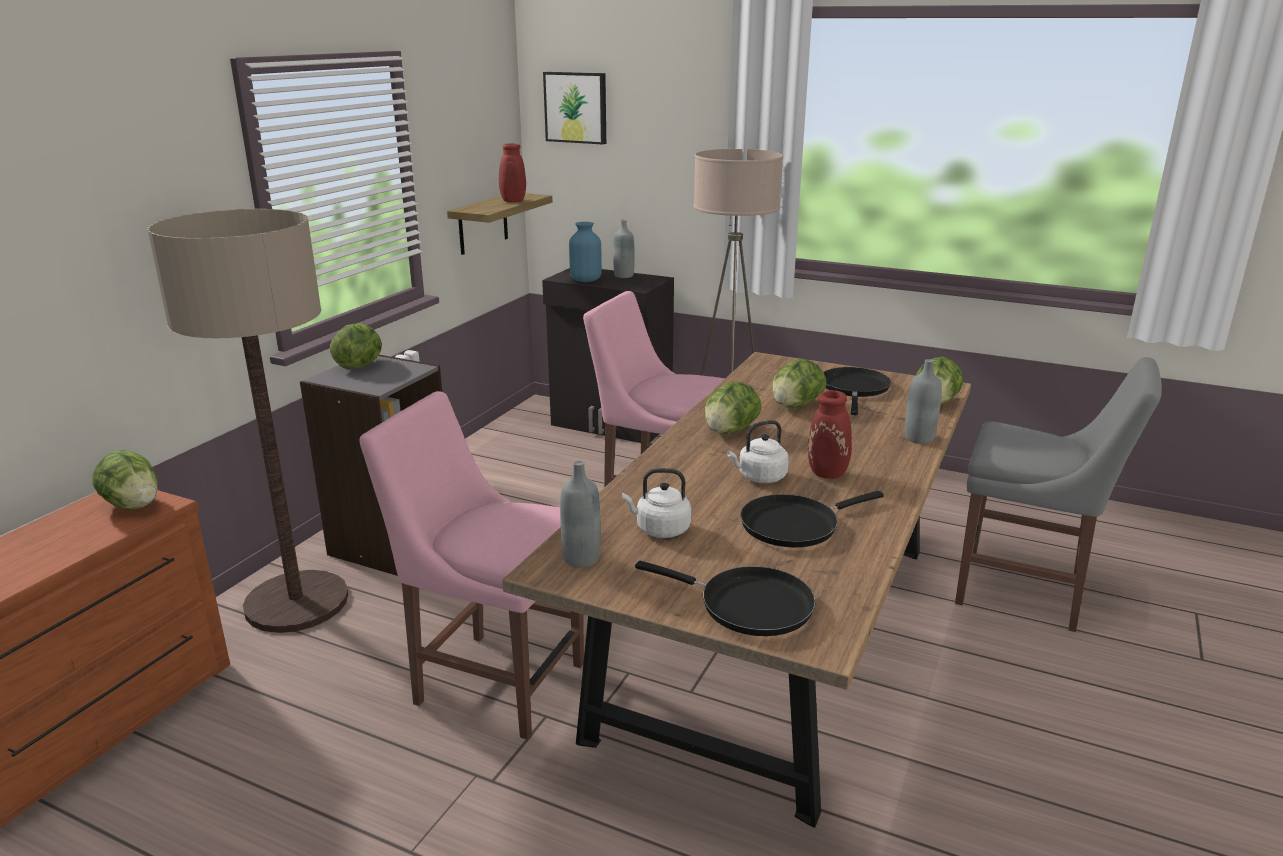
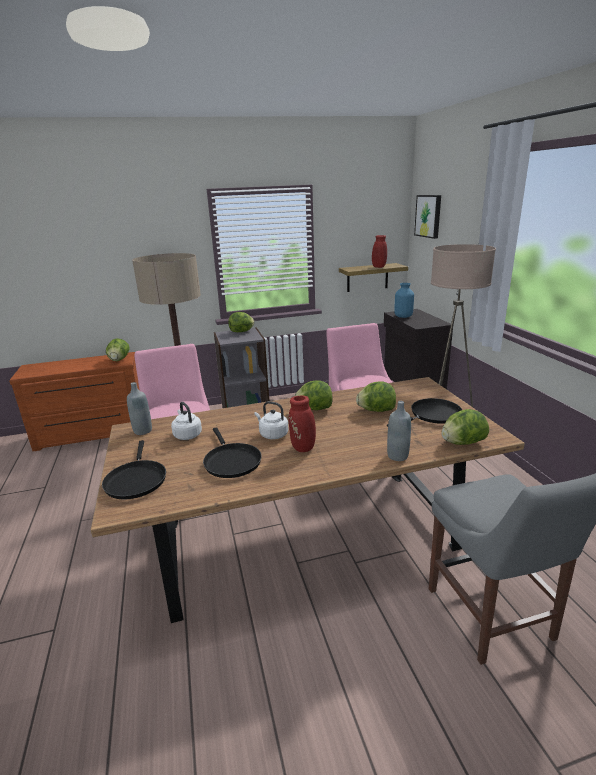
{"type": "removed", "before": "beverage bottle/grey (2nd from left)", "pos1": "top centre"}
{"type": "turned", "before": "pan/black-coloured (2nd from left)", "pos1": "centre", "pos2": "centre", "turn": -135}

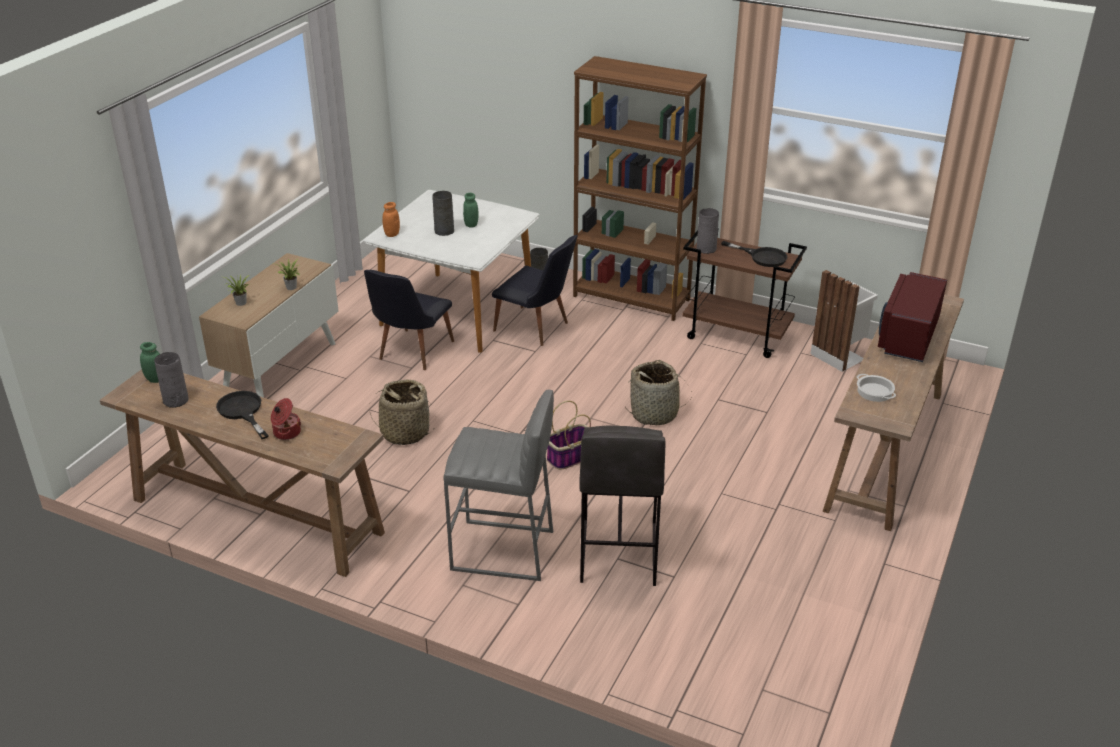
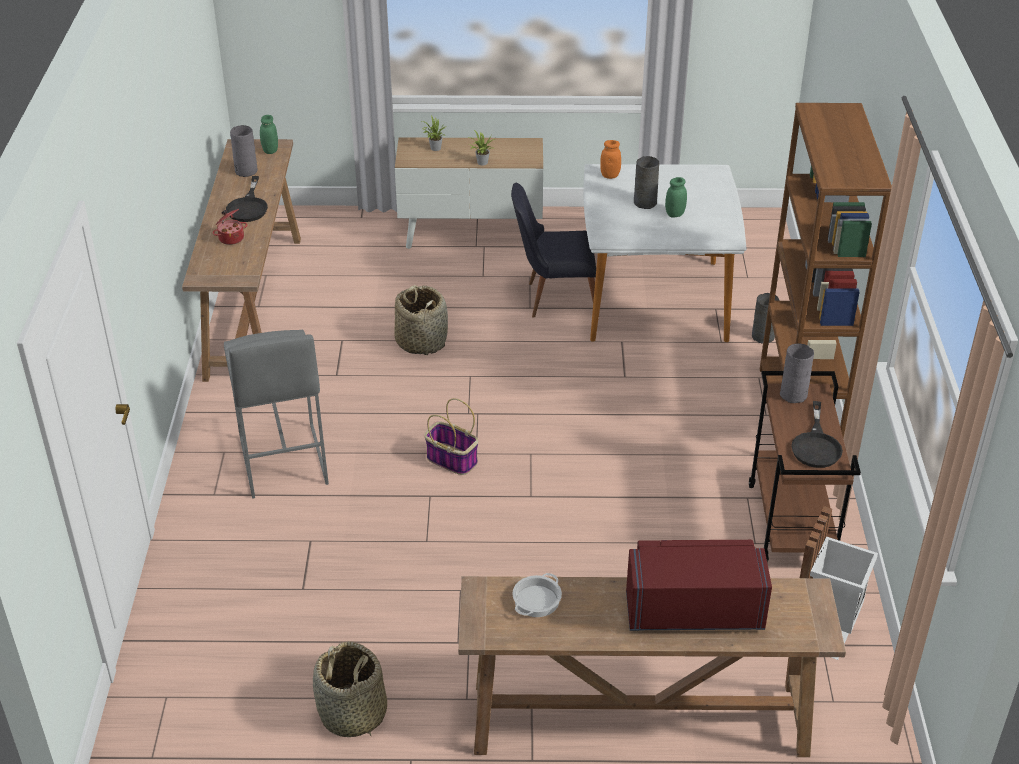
{"type": "turned", "before": "pan/black-coloured (1st from left)", "pos1": "middle left", "pos2": "top left", "turn": 150}
{"type": "removed", "before": "plain chair/black-coloured (2nd from left)", "pos1": "centre"}
{"type": "removed", "before": "sitting stool/grey (2nd from left)", "pos1": "bottom centre"}
{"type": "moved", "before": "storage basket (3rd from left in the first image)", "after": "storage basket (1st from left)", "pos1": "centre", "pos2": "bottom centre"}

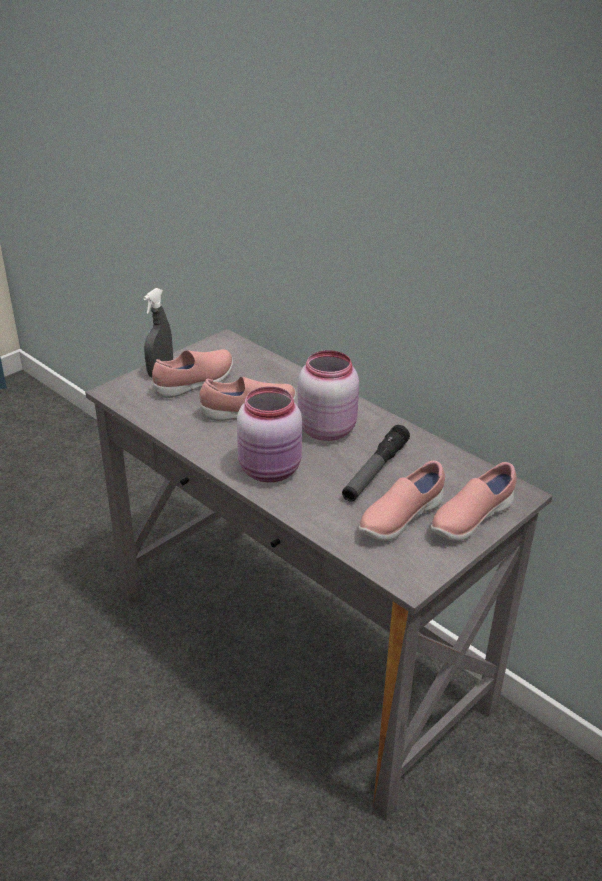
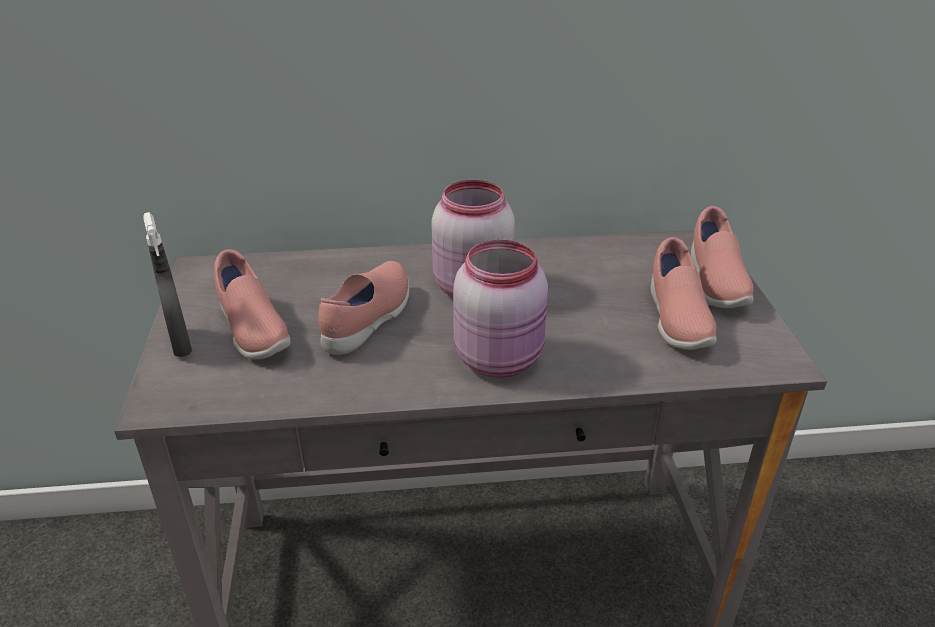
{"type": "turned", "before": "item of footwear/pink-coloured (1st from left)", "pos1": "middle left", "pos2": "middle left", "turn": 150}
{"type": "removed", "before": "torch", "pos1": "centre"}

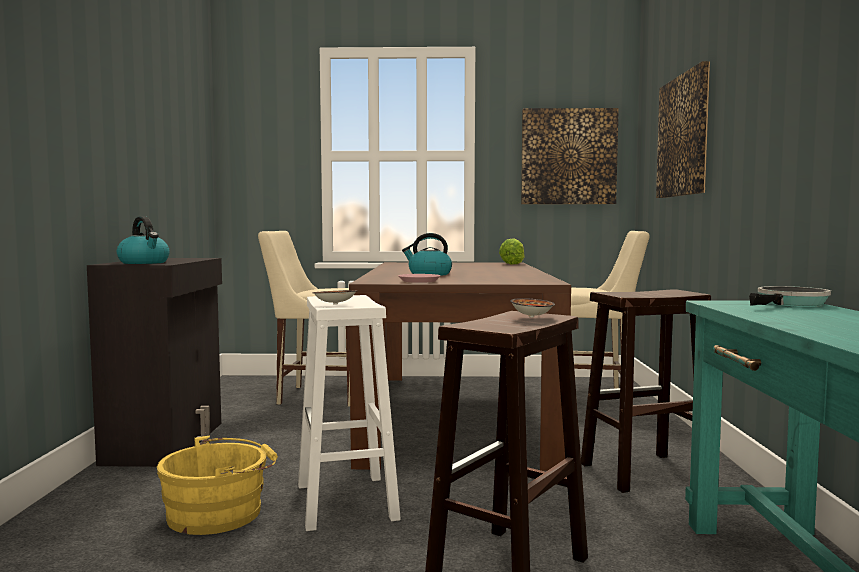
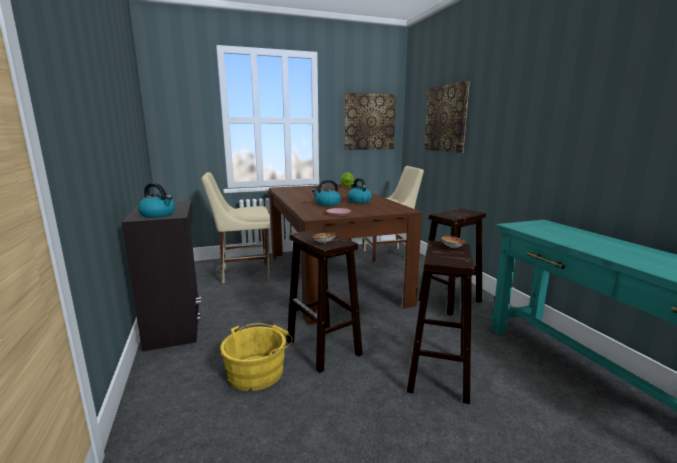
{"type": "recoloured", "before": "sitting stool/whitish", "after": "sitting stool/brownish (1st from left)", "pos1": "bottom centre", "pos2": "centre"}
{"type": "removed", "before": "pan", "pos1": "middle right"}
{"type": "added", "after": "kettle (3rd from left)", "pos2": "centre"}

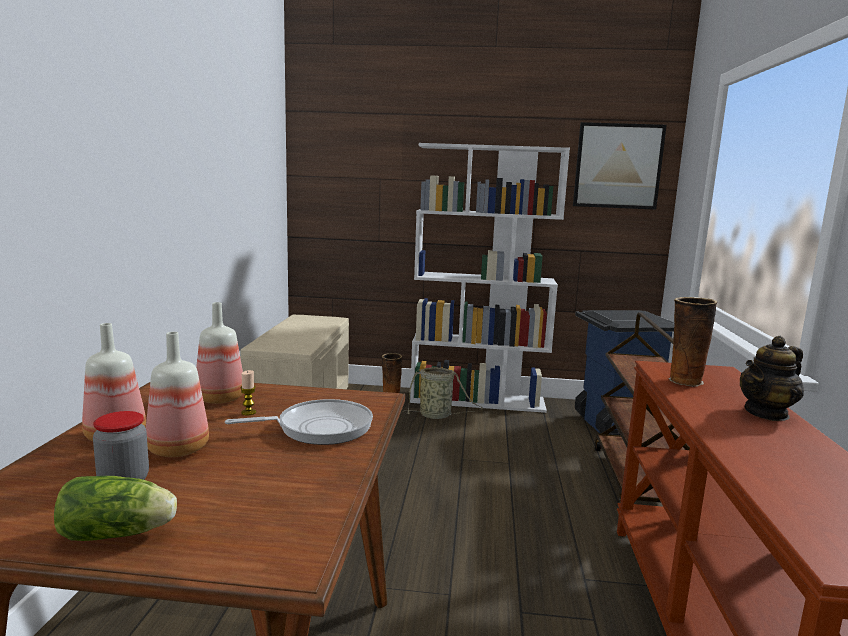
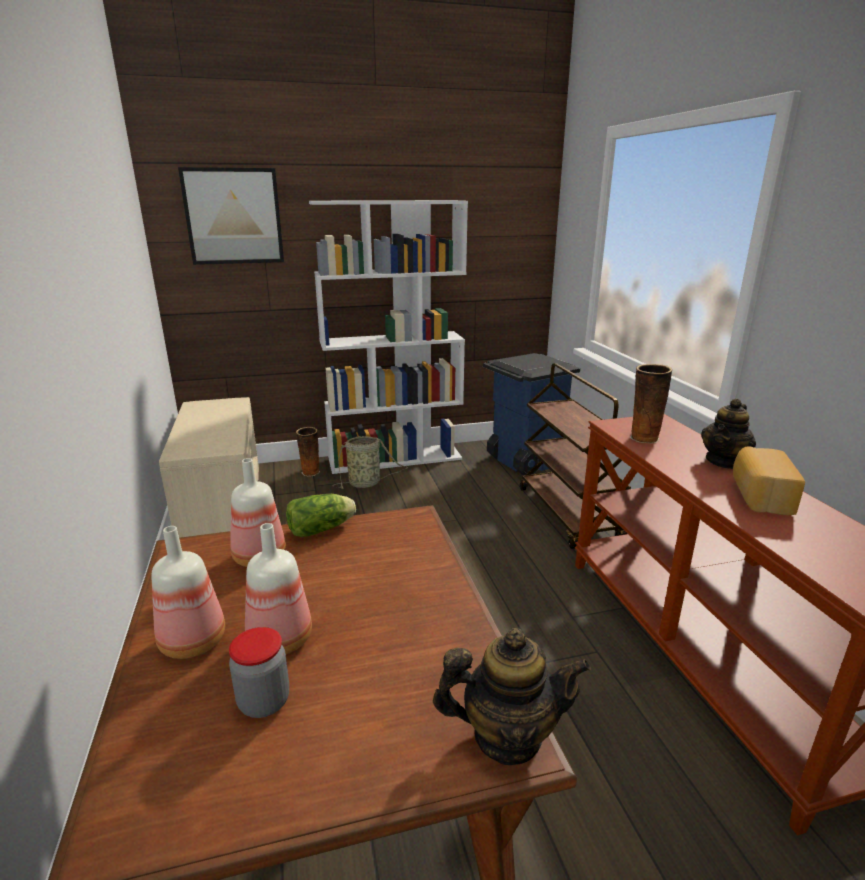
{"type": "moved", "before": "lettuce head", "pos1": "bottom left", "pos2": "centre"}
{"type": "removed", "before": "pan", "pos1": "centre"}
{"type": "removed", "before": "wax candle", "pos1": "middle left"}
{"type": "moved", "before": "wall picture", "pos1": "top right", "pos2": "top left"}
{"type": "added", "after": "tea pot (1st from left)", "pos2": "bottom centre"}
{"type": "added", "after": "baked bread", "pos2": "middle right"}

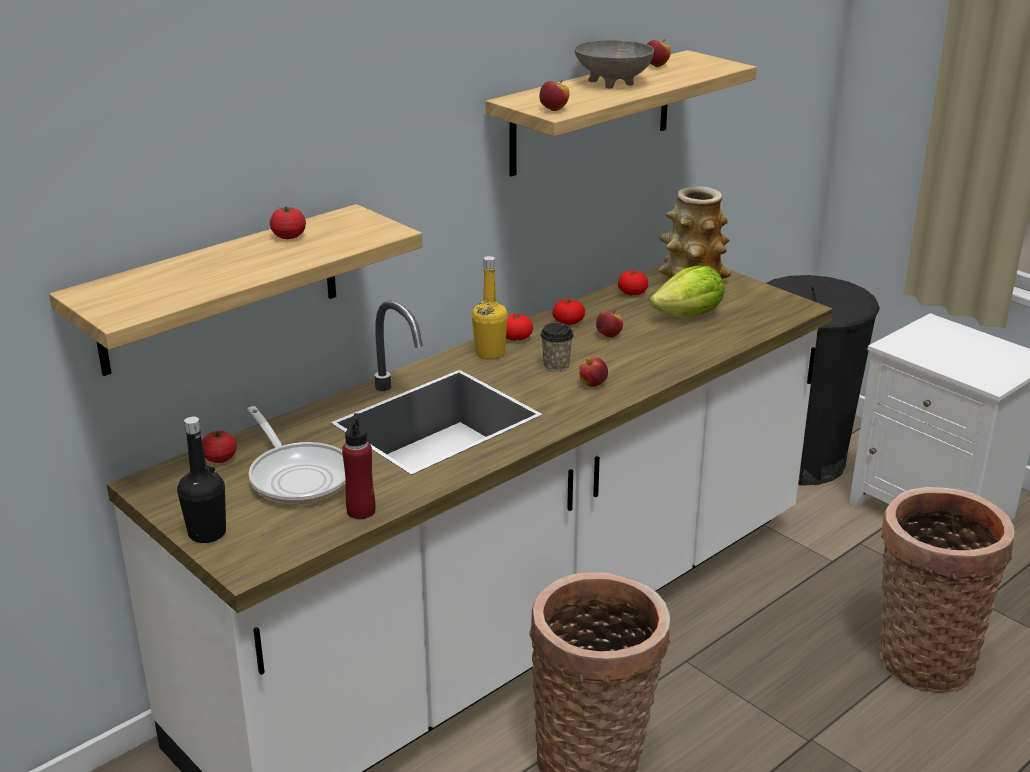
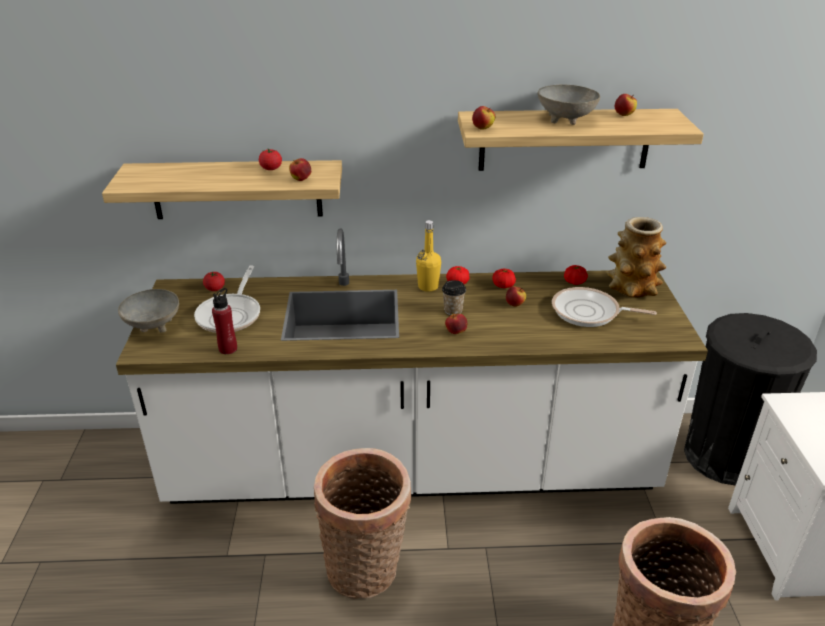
{"type": "replaced", "before": "beverage bottle/black-coloured", "after": "serving bowl/grey (1st from left)", "pos1": "middle left", "pos2": "middle left"}
{"type": "replaced", "before": "lettuce head", "after": "pan (2nd from left)", "pos1": "middle right", "pos2": "middle right"}
{"type": "added", "after": "whole apple (1st from left)", "pos2": "top centre"}

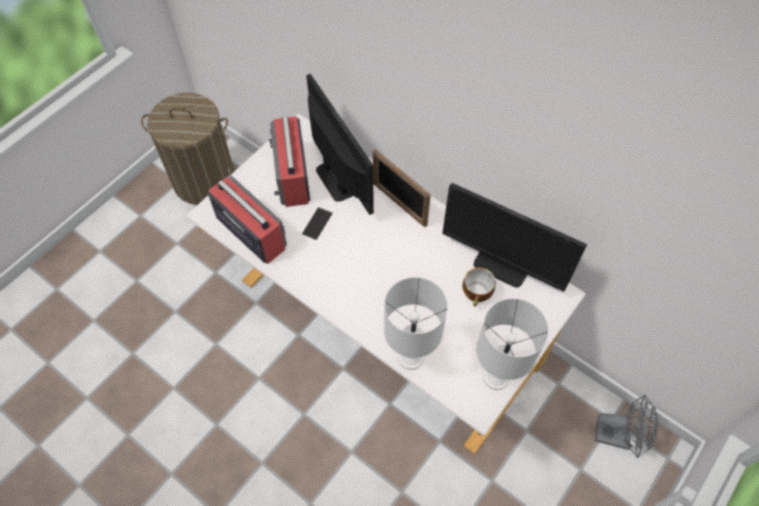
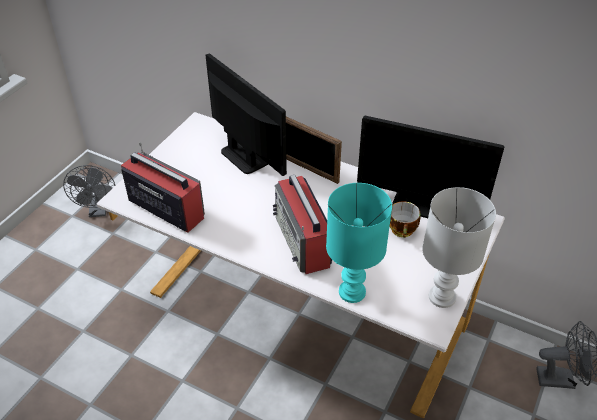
{"type": "replaced", "before": "washing basket", "after": "electric fan/grey (1st from left)", "pos1": "top left", "pos2": "middle left"}
{"type": "moved", "before": "radio (2nd from left)", "pos1": "top centre", "pos2": "centre"}
{"type": "removed", "before": "phone", "pos1": "centre"}
{"type": "recoloured", "before": "table lamp/whitish (1st from left)", "after": "table lamp/blue-green", "pos1": "centre", "pos2": "centre"}

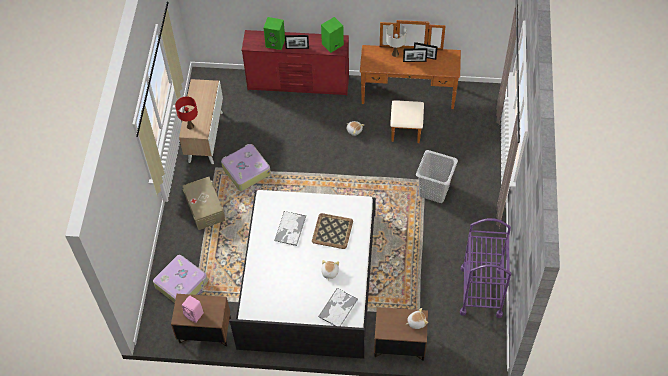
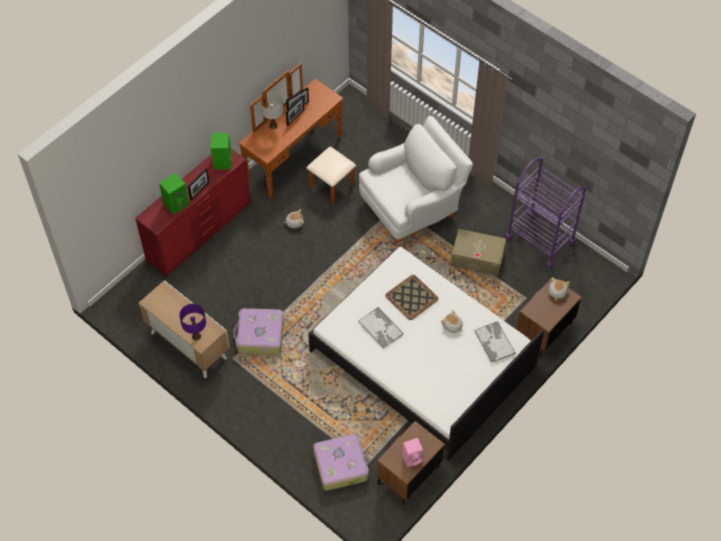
{"type": "recoloured", "before": "table lamp/reddish", "after": "table lamp/purplish", "pos1": "top left", "pos2": "middle left"}
{"type": "moved", "before": "storage container/beige", "pos1": "middle left", "pos2": "centre"}
{"type": "replaced", "before": "washing basket/grey", "after": "lounge chair/whitish", "pos1": "centre", "pos2": "top centre"}

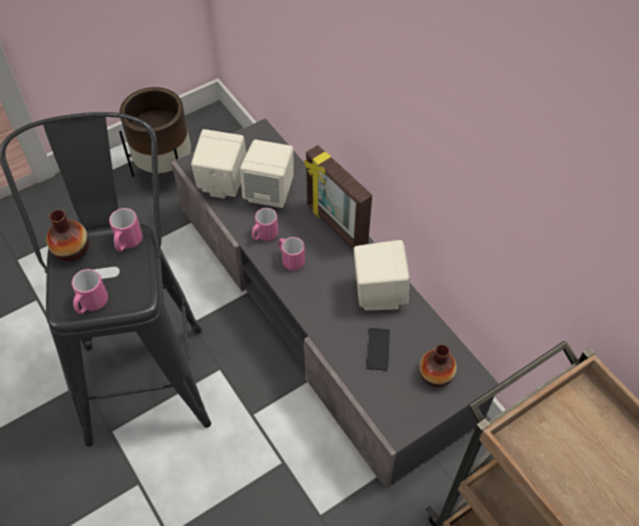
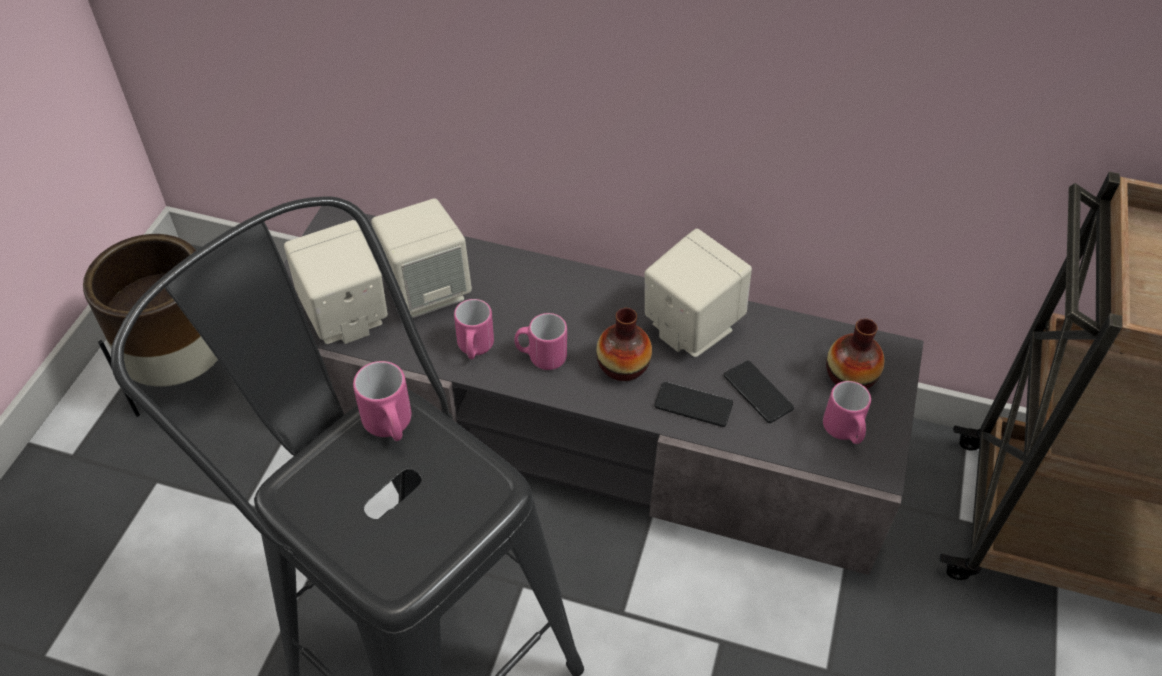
{"type": "moved", "before": "vase (1st from left)", "pos1": "middle left", "pos2": "centre"}
{"type": "moved", "before": "coffee mug/pink-coloured (1st from left in the first image)", "after": "coffee mug/pink-coloured (4th from left)", "pos1": "middle left", "pos2": "middle right"}
{"type": "removed", "before": "standing frame", "pos1": "centre"}
{"type": "added", "after": "phone (1st from left)", "pos2": "centre"}

